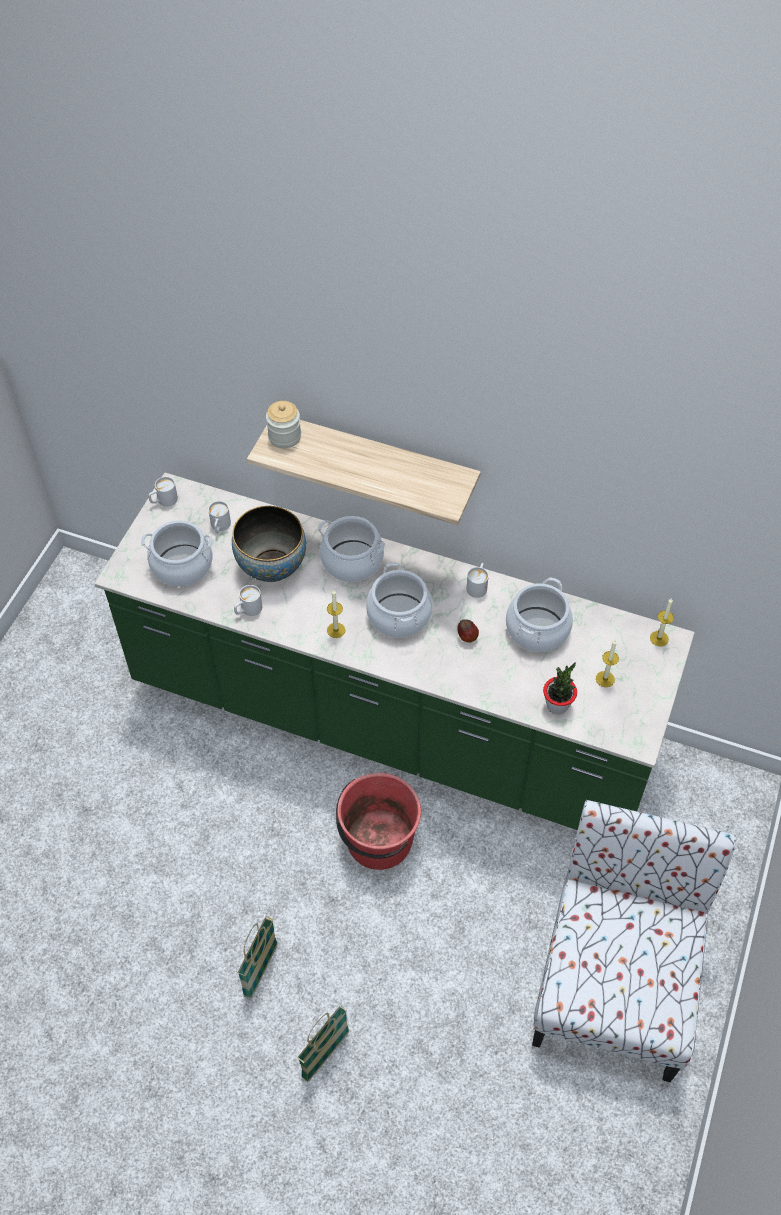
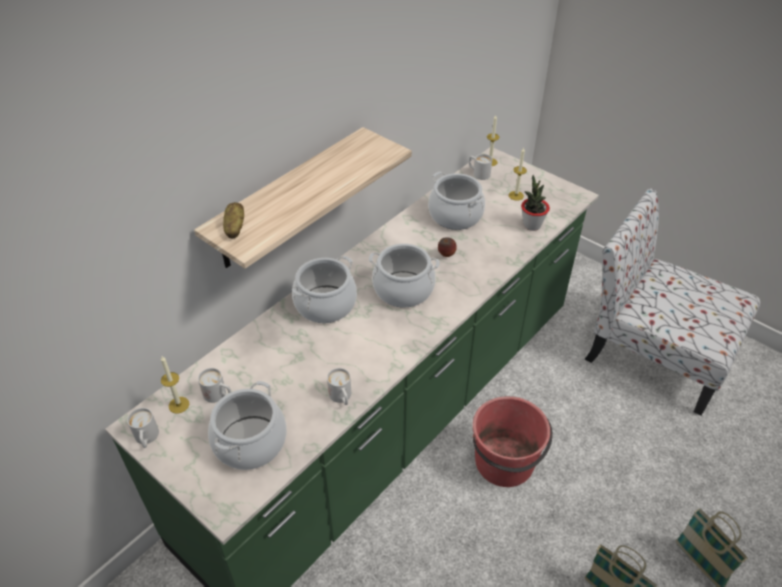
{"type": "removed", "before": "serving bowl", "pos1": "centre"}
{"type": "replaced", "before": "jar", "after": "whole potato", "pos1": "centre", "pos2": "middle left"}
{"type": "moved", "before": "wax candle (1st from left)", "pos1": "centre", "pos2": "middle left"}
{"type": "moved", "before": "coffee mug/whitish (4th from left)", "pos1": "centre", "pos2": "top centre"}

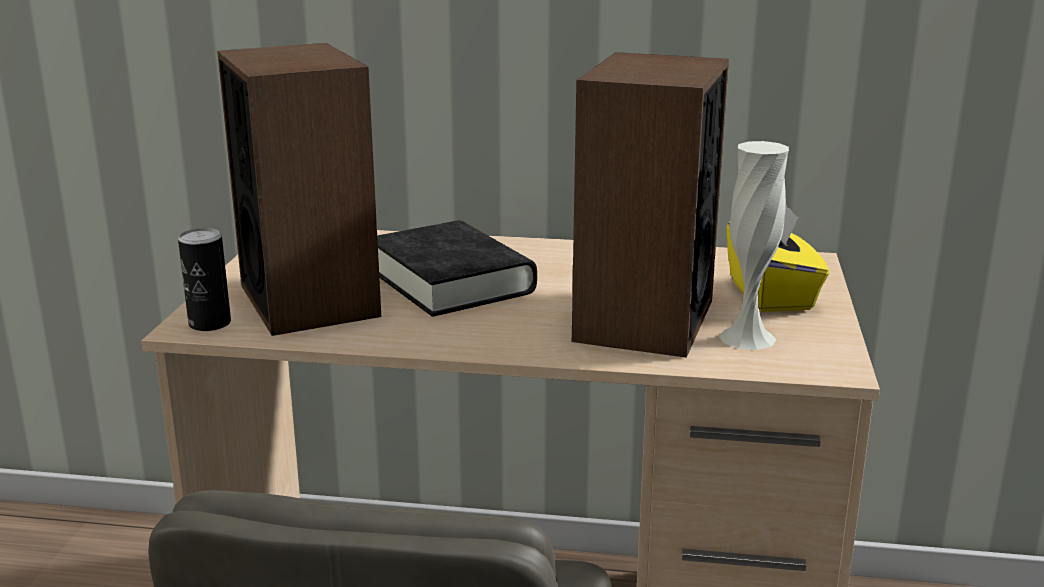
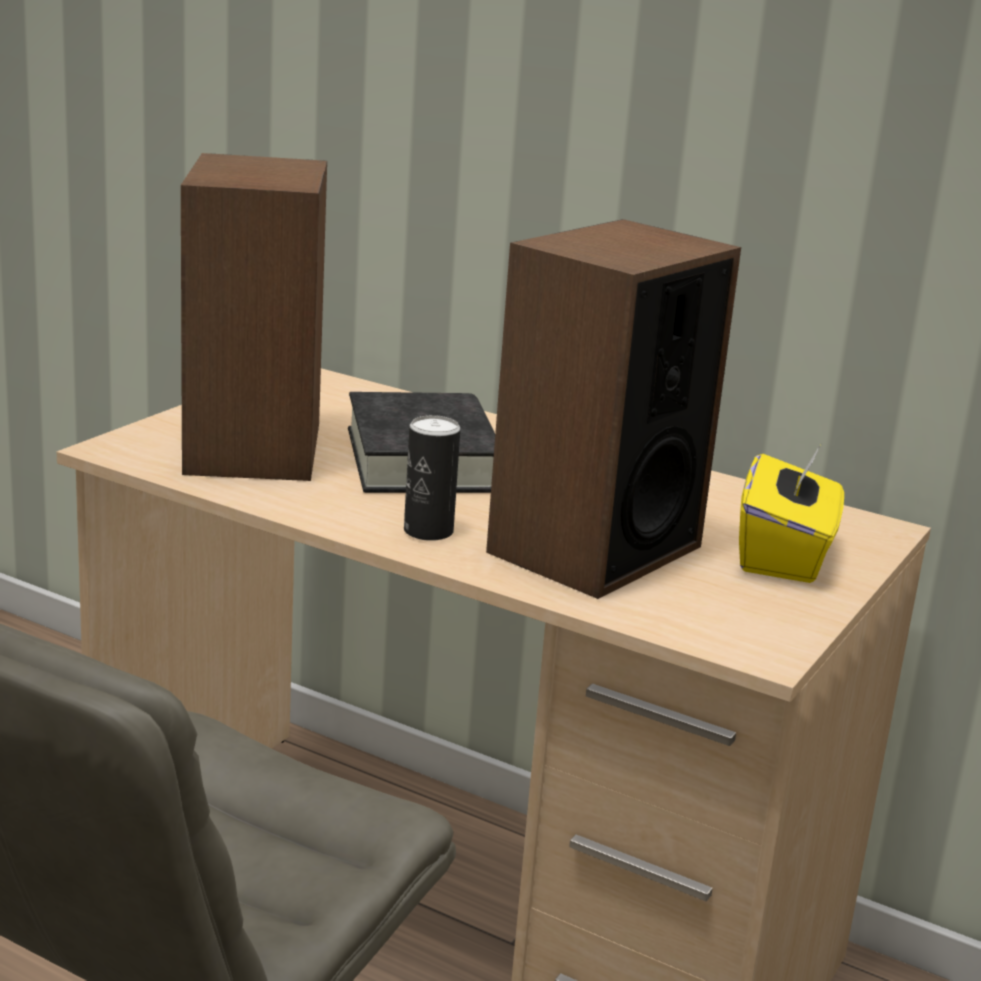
{"type": "moved", "before": "can", "pos1": "middle left", "pos2": "centre"}
{"type": "removed", "before": "vase/whitish", "pos1": "middle right"}

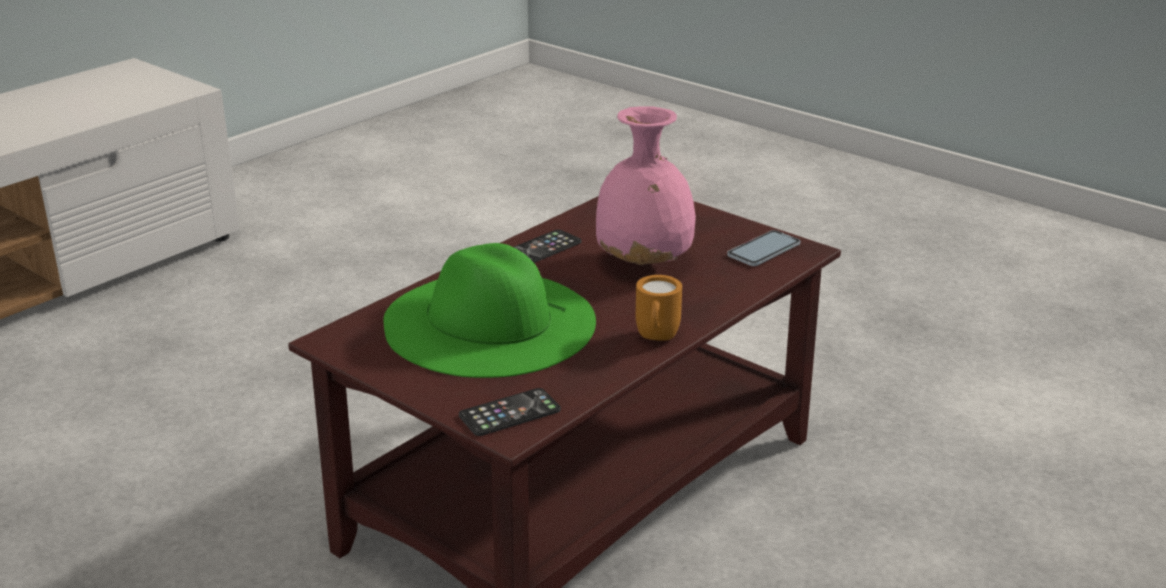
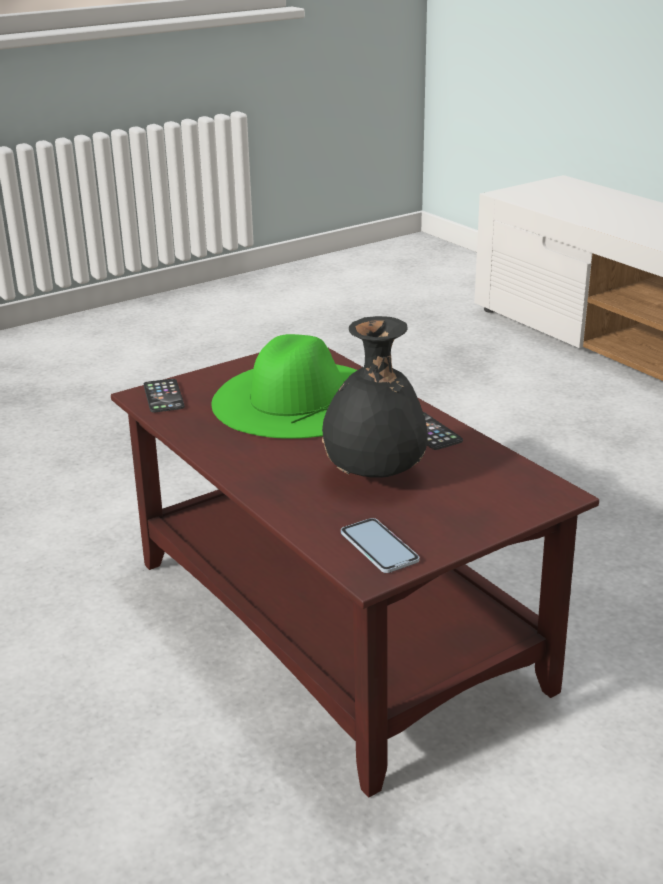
{"type": "recoloured", "before": "vase/pink-coloured", "after": "vase/black-coloured", "pos1": "top centre", "pos2": "centre"}
{"type": "removed", "before": "coffee mug/orange", "pos1": "centre"}

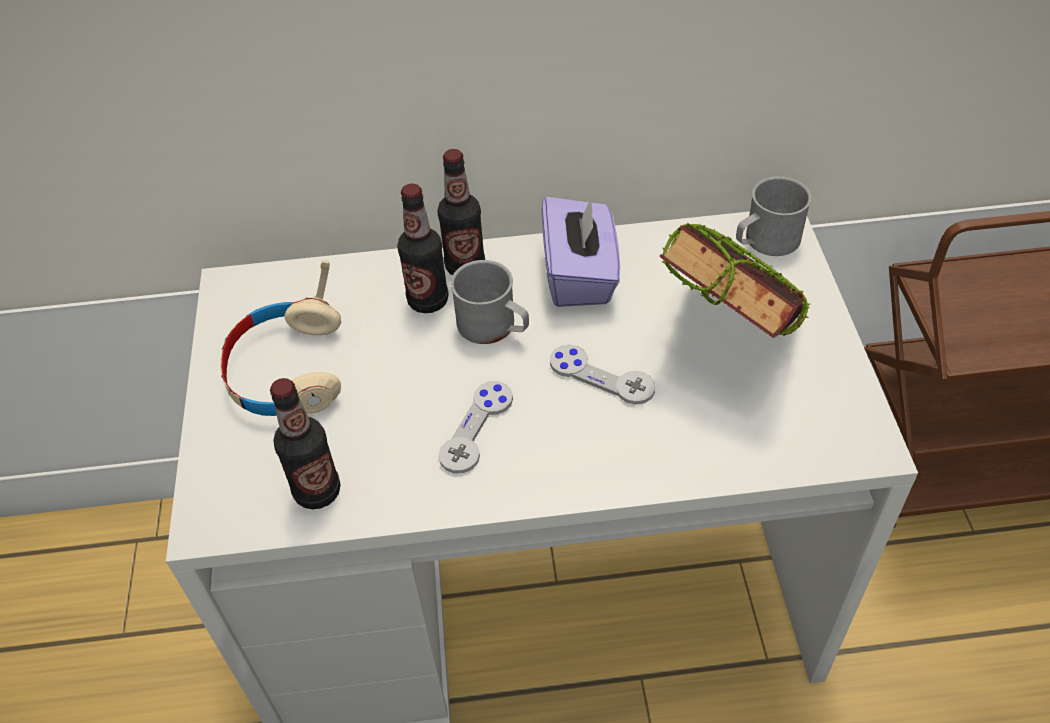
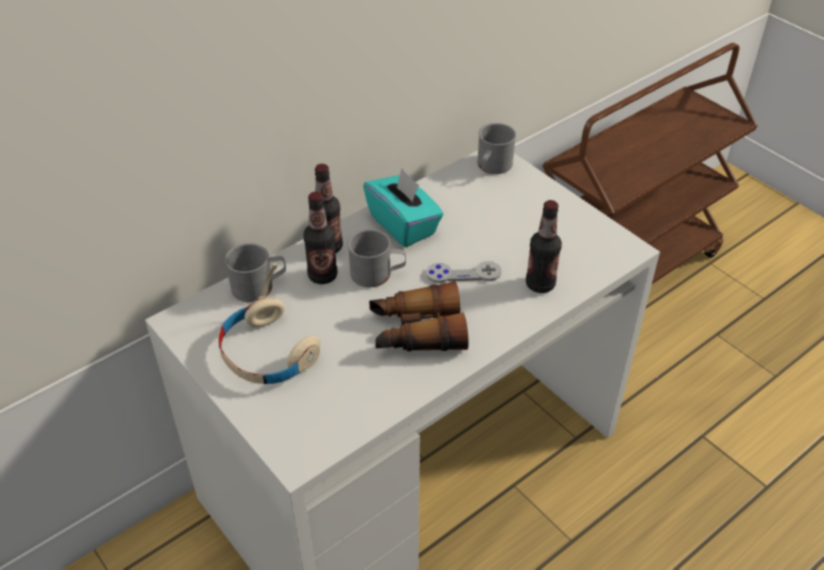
{"type": "moved", "before": "beverage bottle (1st from left in the first image)", "after": "beverage bottle (3rd from left)", "pos1": "middle left", "pos2": "centre"}
{"type": "replaced", "before": "joypad/grey (1st from left)", "after": "pair of binoculars", "pos1": "centre", "pos2": "centre"}
{"type": "recoloured", "before": "tissue holder/purplish", "after": "tissue holder/blue-green", "pos1": "centre", "pos2": "centre"}
{"type": "removed", "before": "bound book", "pos1": "middle right"}
{"type": "added", "after": "coffee mug/grey (1st from left)", "pos2": "middle left"}

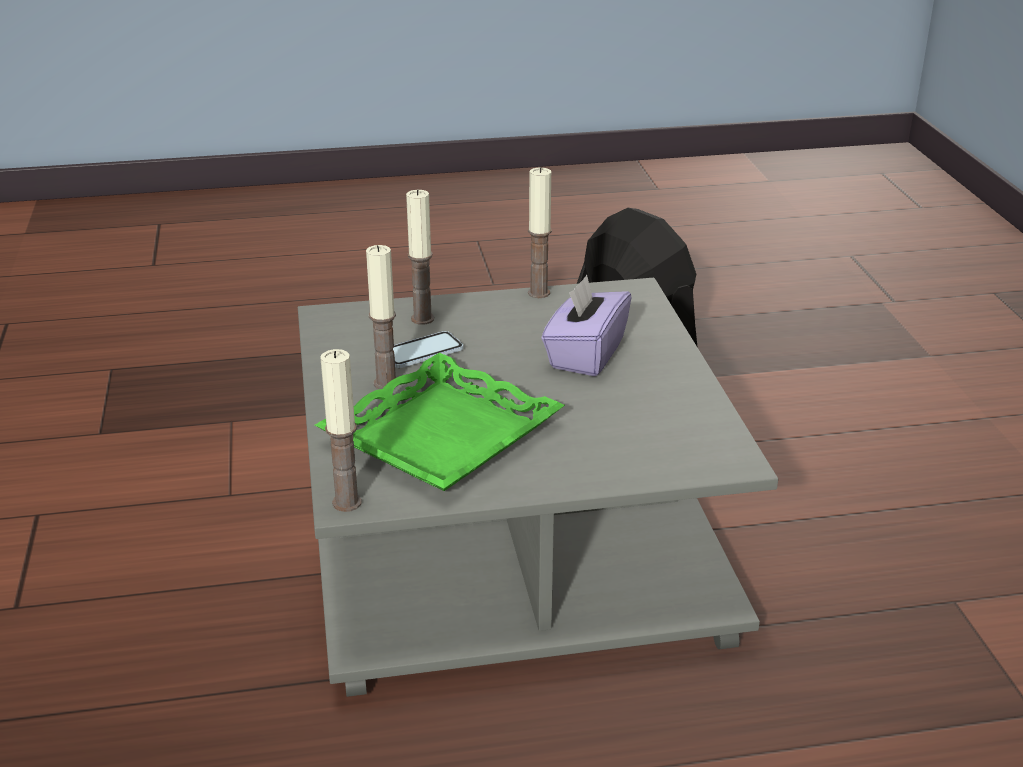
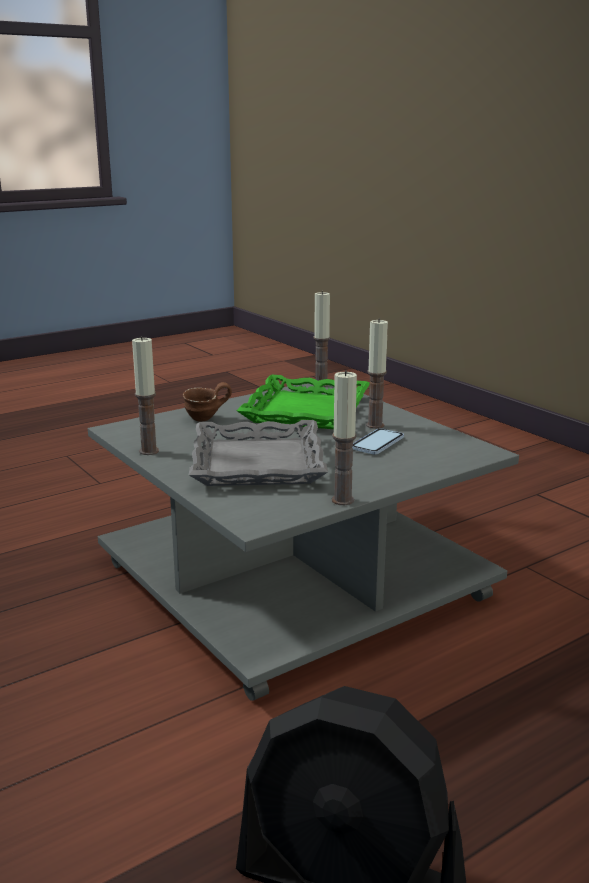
{"type": "moved", "before": "wax candle (3rd from left in the first image)", "after": "wax candle (1st from left)", "pos1": "centre", "pos2": "middle left"}
{"type": "replaced", "before": "tissue holder/purplish", "after": "carrying tray/grey", "pos1": "centre", "pos2": "centre"}
{"type": "added", "after": "coffee mug/brownish", "pos2": "centre"}

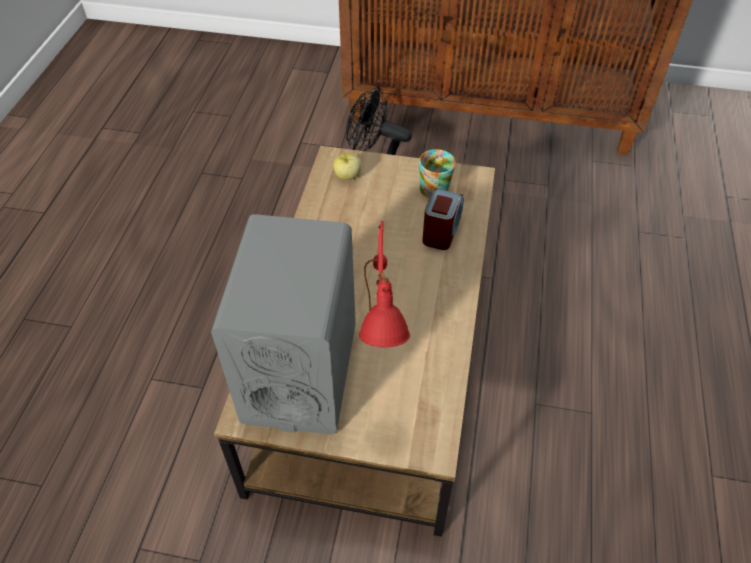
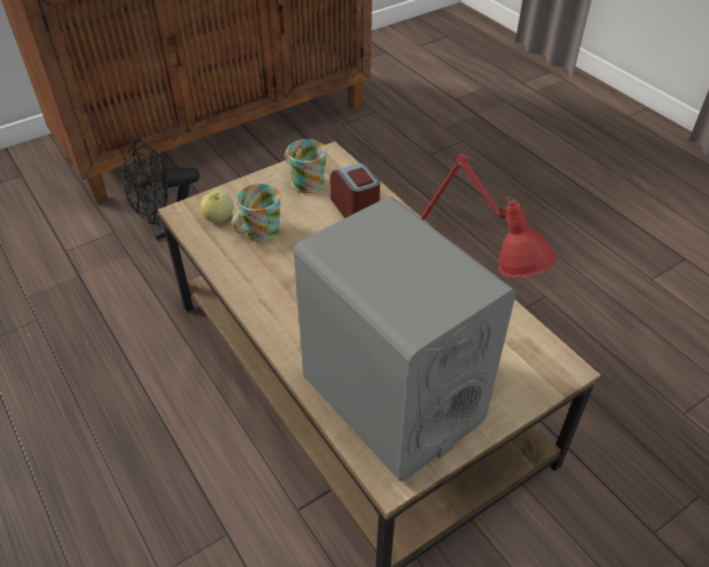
{"type": "added", "after": "coffee mug (1st from left)", "pos2": "centre"}

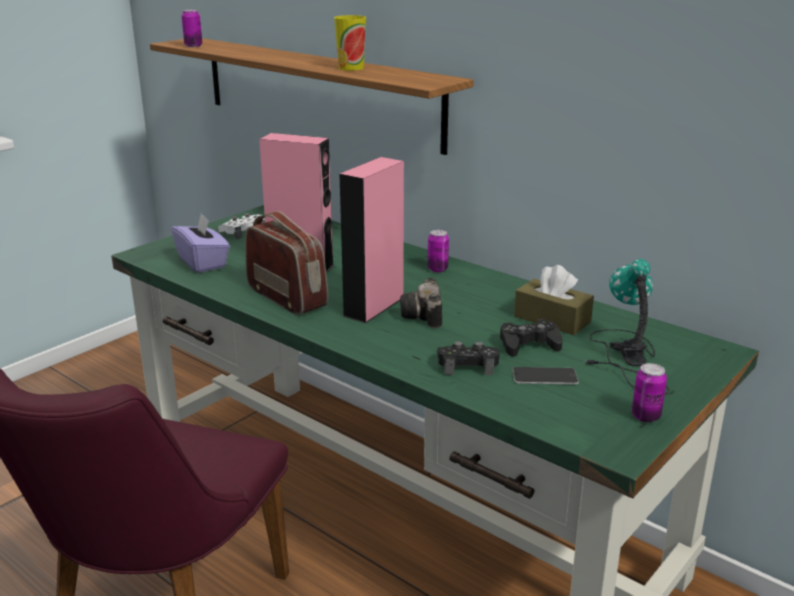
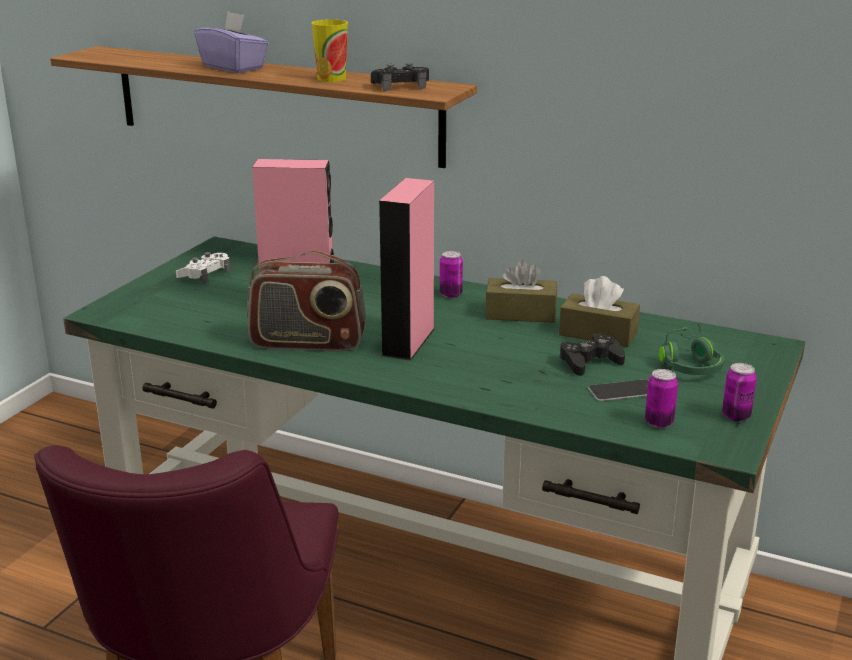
{"type": "moved", "before": "tissue holder/purplish", "pos1": "middle left", "pos2": "top left"}
{"type": "moved", "before": "can (1st from left in the first image)", "after": "can (2nd from left)", "pos1": "top left", "pos2": "middle right"}
{"type": "turned", "before": "radio", "pos1": "centre", "pos2": "centre", "turn": 150}
{"type": "removed", "before": "still camera", "pos1": "centre"}
{"type": "moved", "before": "joypad/black-coloured (1st from left)", "pos1": "centre", "pos2": "top centre"}
{"type": "replaced", "before": "table lamp", "after": "headset/greenish", "pos1": "middle right", "pos2": "middle right"}
{"type": "added", "after": "tissue holder/brownish (1st from left)", "pos2": "centre"}

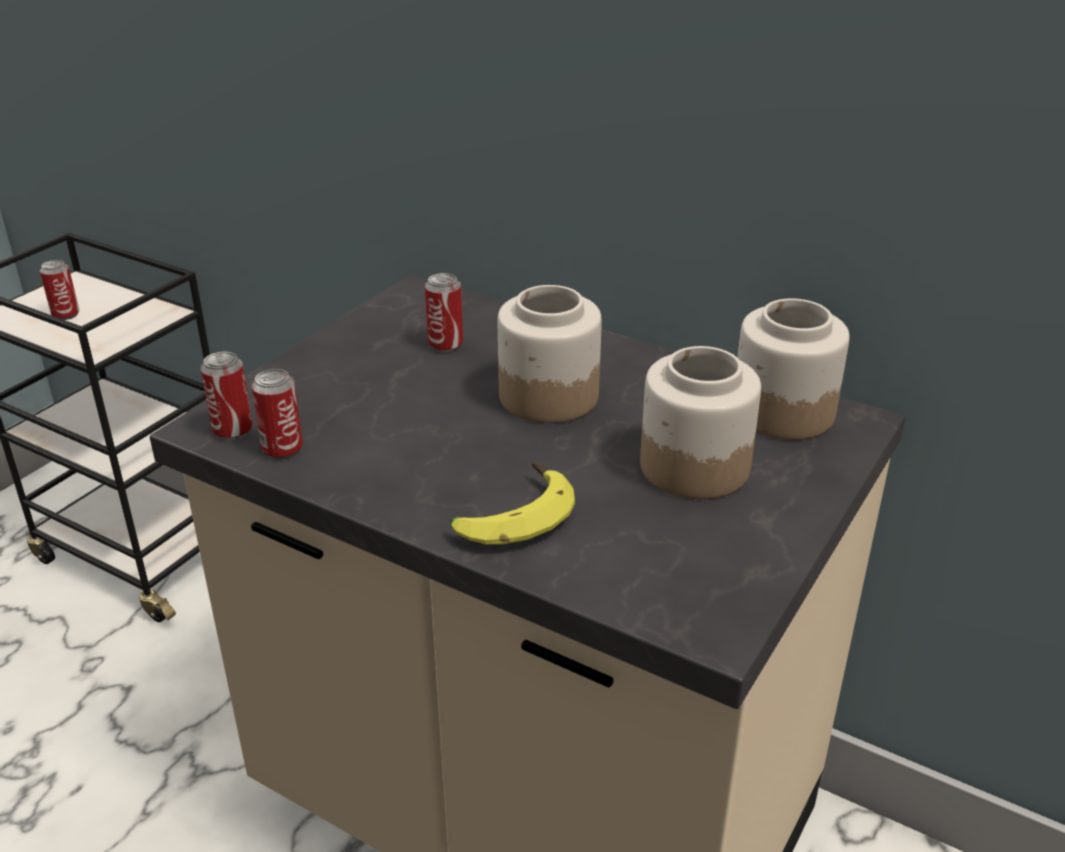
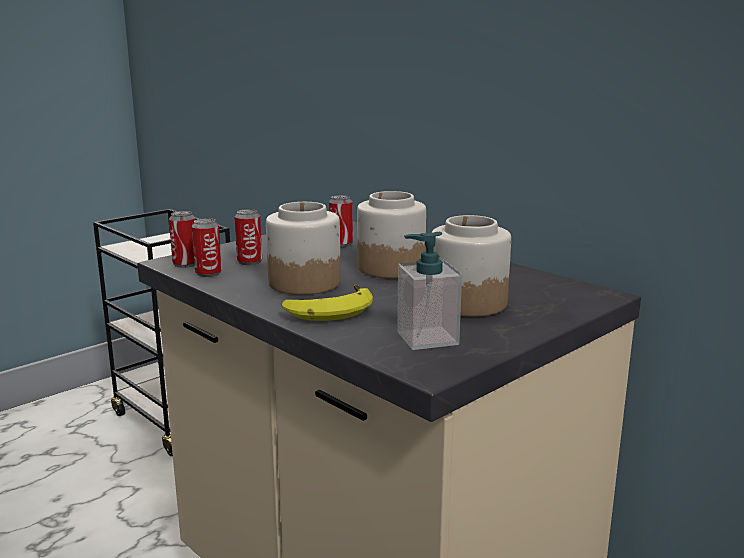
{"type": "moved", "before": "can (1st from left in the first image)", "after": "can (3rd from left)", "pos1": "middle left", "pos2": "centre"}
{"type": "moved", "before": "jar (3rd from left in the first image)", "after": "jar (1st from left)", "pos1": "middle right", "pos2": "centre"}
{"type": "added", "after": "soap bottle", "pos2": "centre"}

